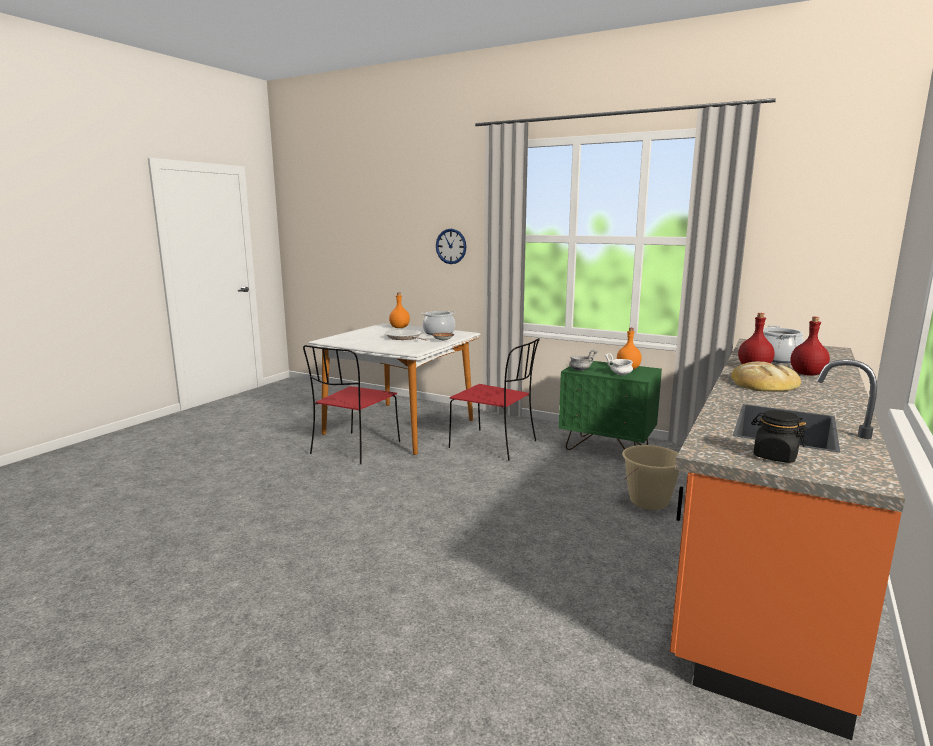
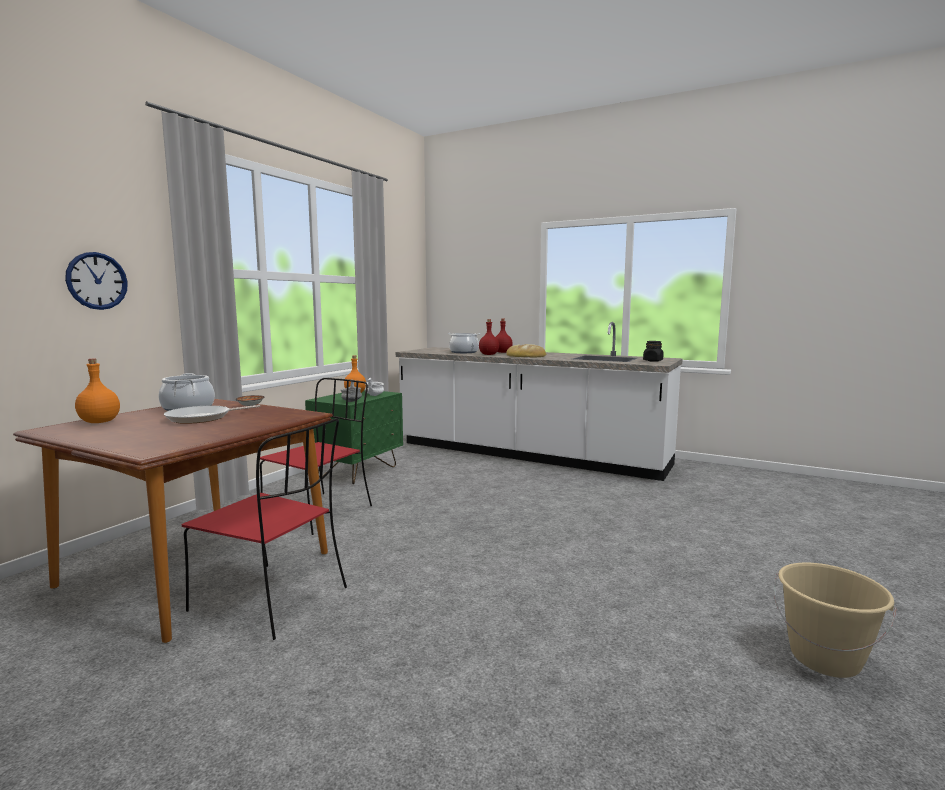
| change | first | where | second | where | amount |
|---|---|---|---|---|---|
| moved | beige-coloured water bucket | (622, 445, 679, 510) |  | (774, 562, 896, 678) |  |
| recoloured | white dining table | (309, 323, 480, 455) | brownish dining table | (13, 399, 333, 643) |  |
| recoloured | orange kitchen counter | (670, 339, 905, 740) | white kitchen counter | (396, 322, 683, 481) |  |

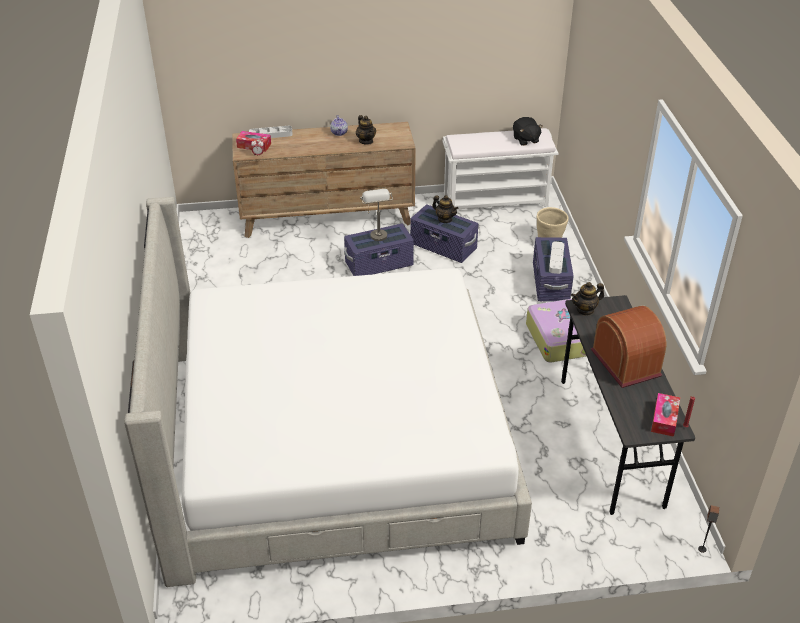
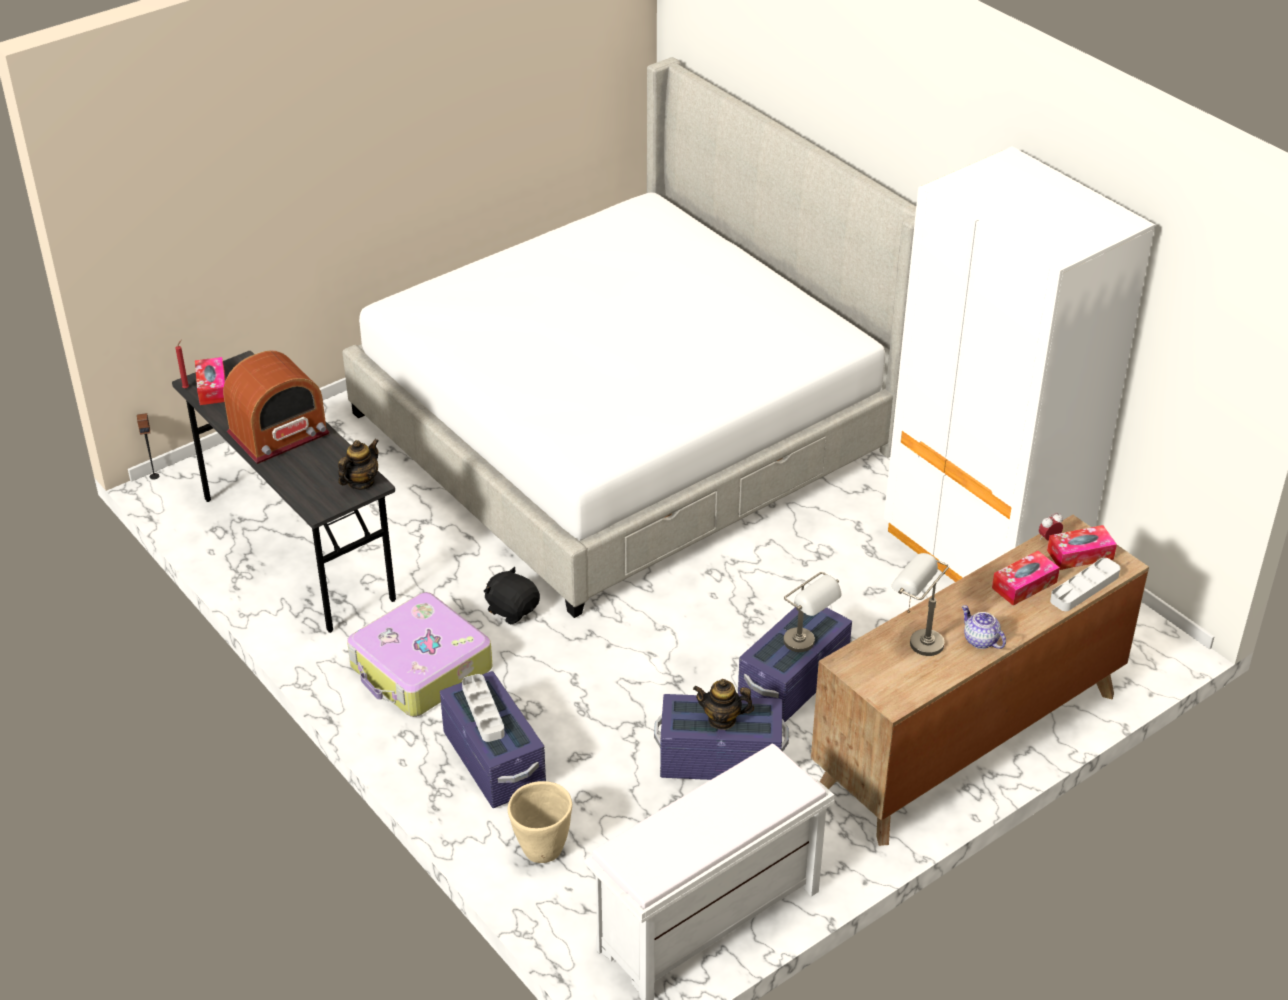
| change | first | where | second | where | amount |
|---|---|---|---|---|---|
| added |  |  | white wardrobe | (884, 146, 1155, 582) |  |
| added |  |  | tissue holder | (992, 551, 1060, 606) |  |
| moved | black-coloured plush toy | (513, 117, 543, 146) |  | (484, 567, 540, 625) |  |
| replaced | tea pot | (356, 115, 376, 145) | greyish lamp for a table | (891, 553, 949, 656) |  |
| turned | radio set | (591, 306, 666, 388) |  | (223, 350, 330, 464) | 75 degrees counterclockwise |

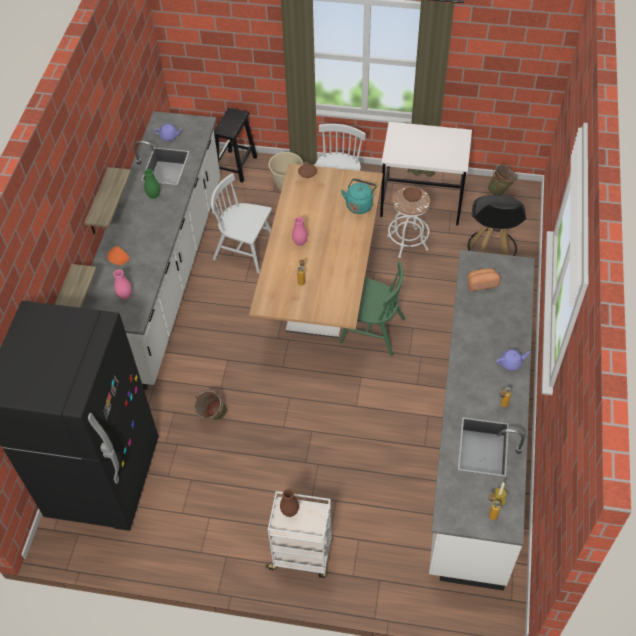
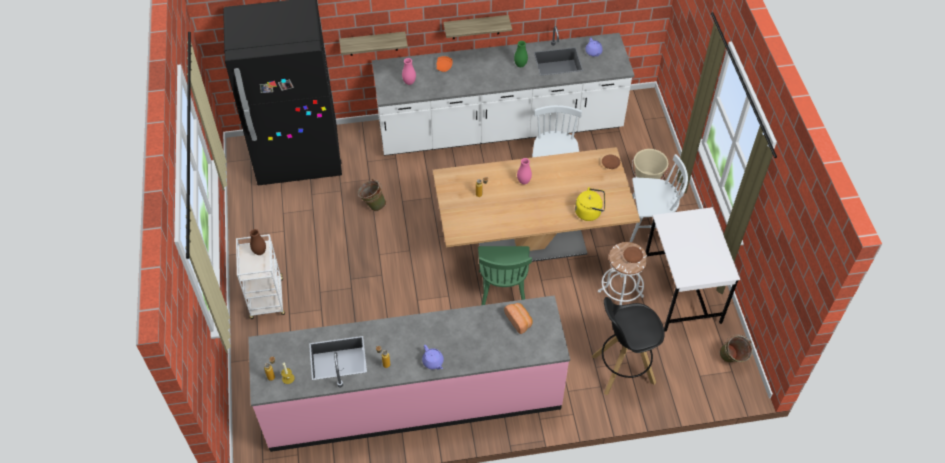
| change | first | where | second | where | amount |
|---|---|---|---|---|---|
| removed | black-coloured sitting stool | (214, 108, 257, 183) |  |  |  |
| recoloured | blue-green water kettle | (341, 179, 377, 214) | yellowish water kettle | (575, 187, 605, 221) |  |
| recoloured | white kitchen counter | (429, 250, 535, 590) | pinkish kitchen counter | (248, 295, 570, 452) |  |

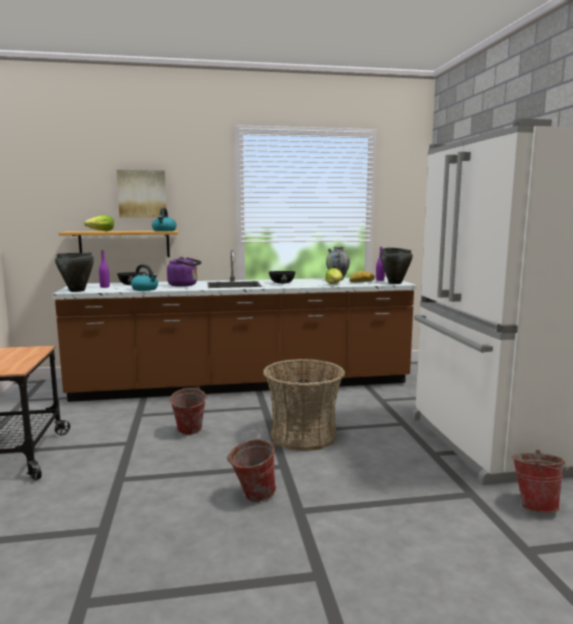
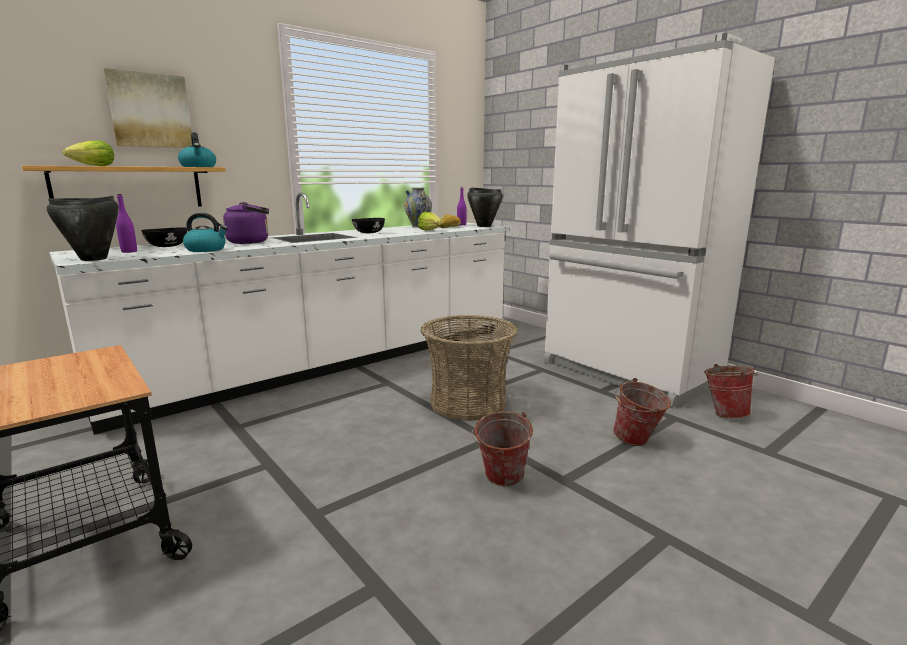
| change | first | where | second | where | amount |
|---|---|---|---|---|---|
| moved | water bucket | (168, 387, 207, 435) |  | (613, 378, 671, 446) |  |
| recoloured | brownish kitchen counter | (52, 250, 417, 402) | white kitchen counter | (49, 193, 509, 435) |  |

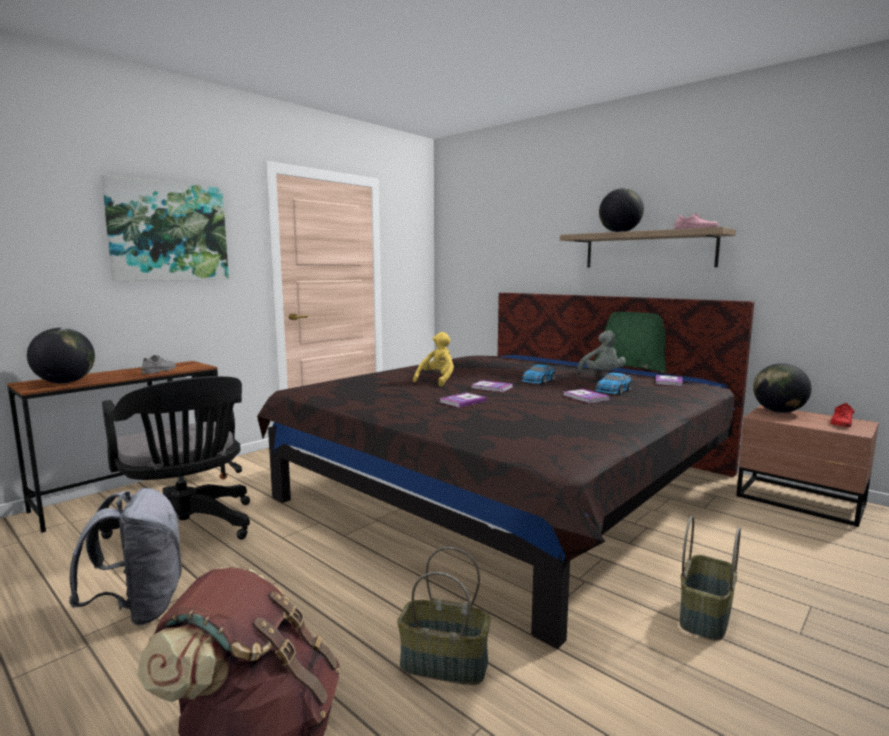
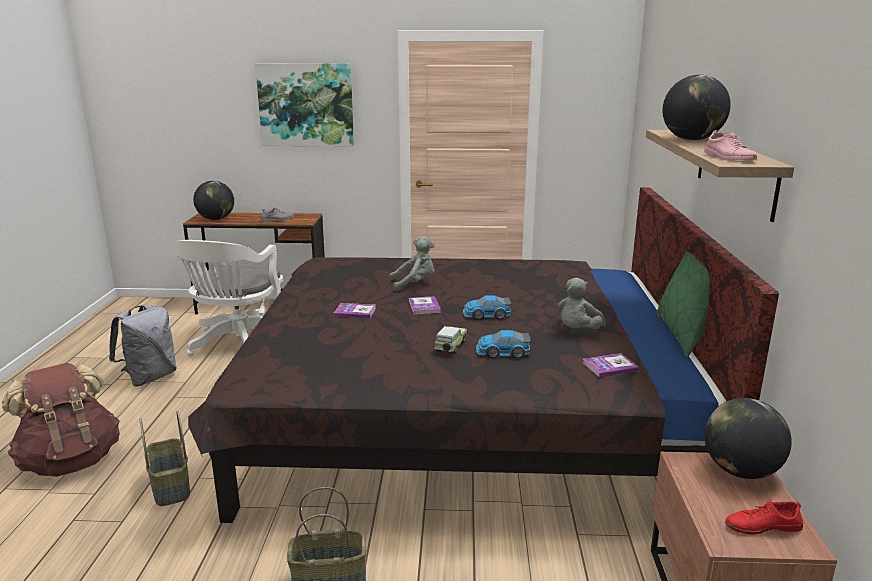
| change | first | where | second | where | amount |
|---|---|---|---|---|---|
| replaced | bound book | (563, 389, 610, 403) | model car | (434, 326, 467, 354) |  |
| recoloured | black-coloured office chair | (99, 376, 250, 540) | white office chair | (174, 240, 283, 356) |  |
| recoloured | yellowish plush toy | (413, 332, 454, 387) | greyish plush toy | (389, 236, 435, 291) |  |

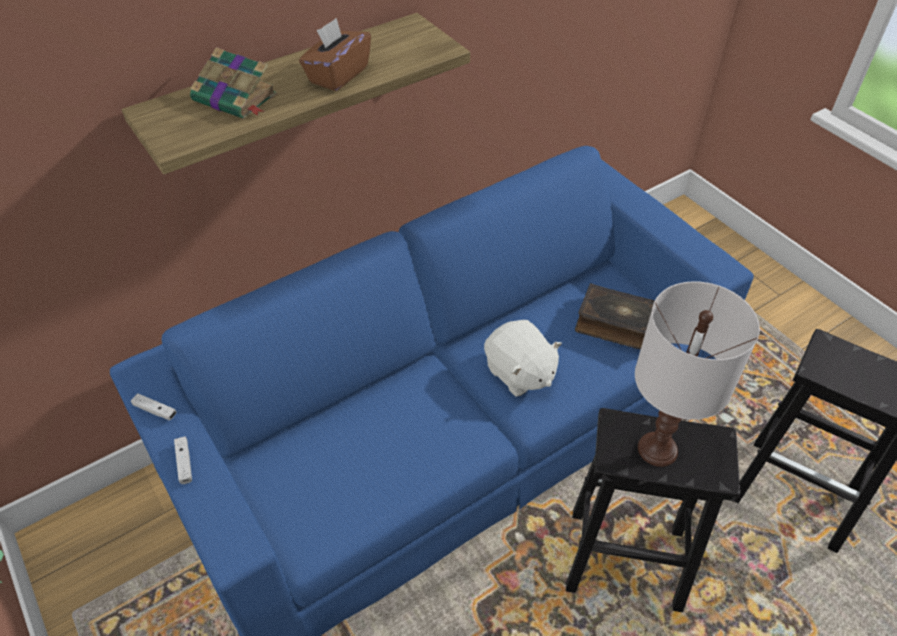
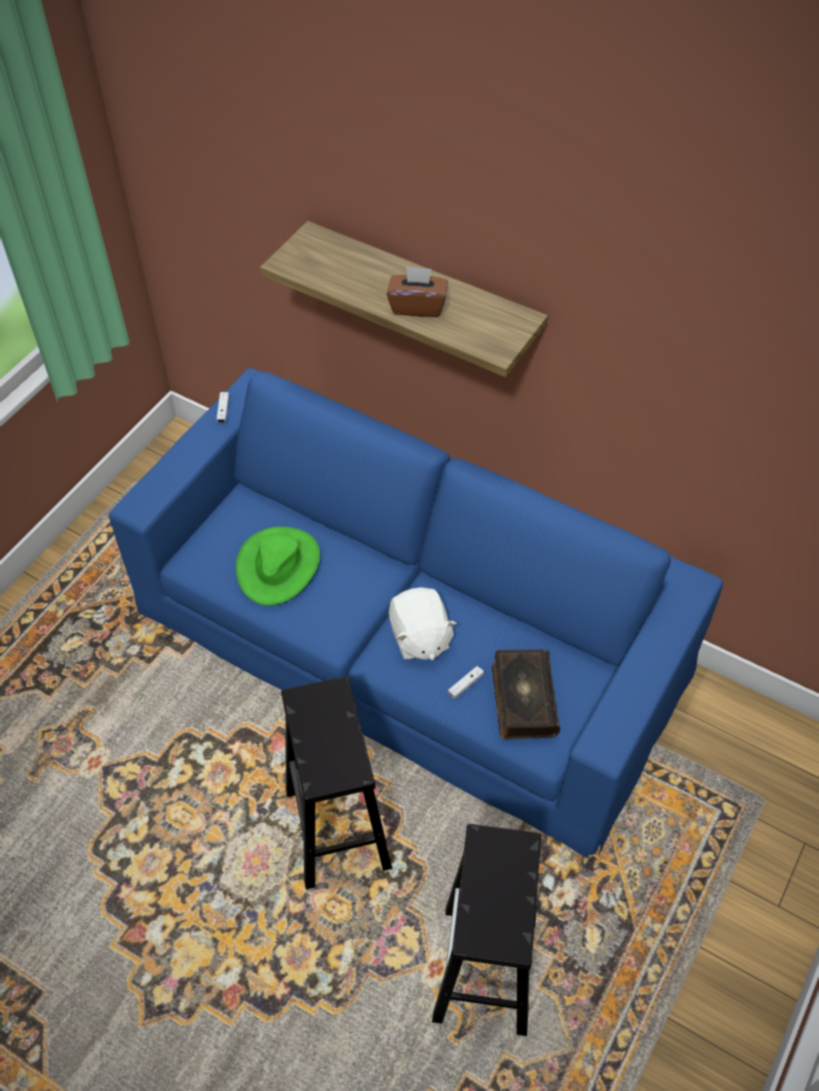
| change | first | where | second | where | amount |
|---|---|---|---|---|---|
| removed | bound book | (190, 47, 277, 119) |  |  |  |
| removed | white lamp for a table | (635, 281, 760, 467) |  |  |  |
| added |  |  | greenish wearable hat | (236, 527, 320, 606) |  |
| moved | white game controller | (174, 437, 192, 484) |  | (448, 666, 484, 699) |  |
| turned | white plush toy | (484, 320, 562, 397) |  | (389, 587, 457, 660) | 45 degrees counterclockwise |

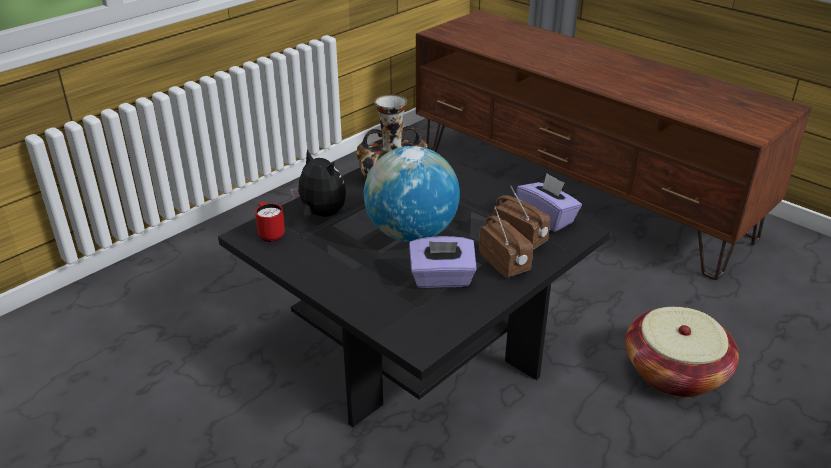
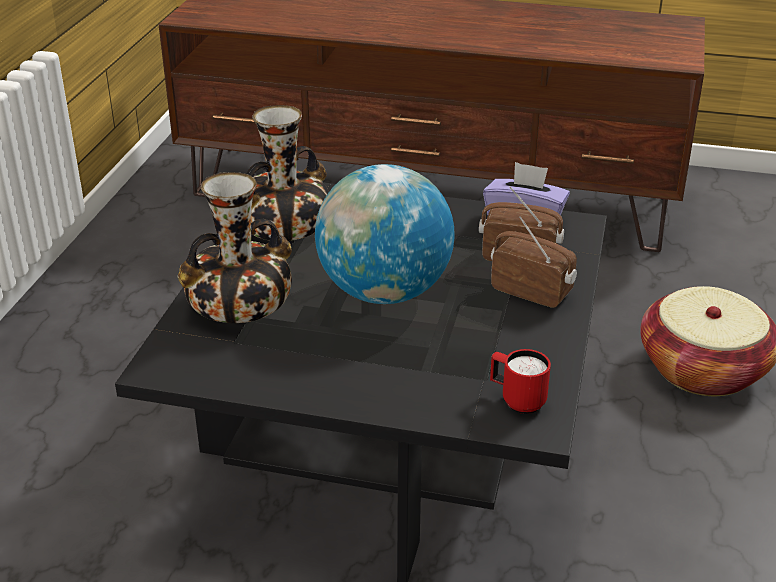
| change | first | where | second | where | amount |
|---|---|---|---|---|---|
| removed | purple-coloured tissue holder | (409, 236, 477, 288) |  |  |  |
| moved | red-coloured coffee mug | (255, 202, 285, 242) |  | (490, 349, 551, 414) |  |
| replaced | plush toy | (290, 149, 346, 219) | decorative vase | (178, 172, 292, 323) |  |

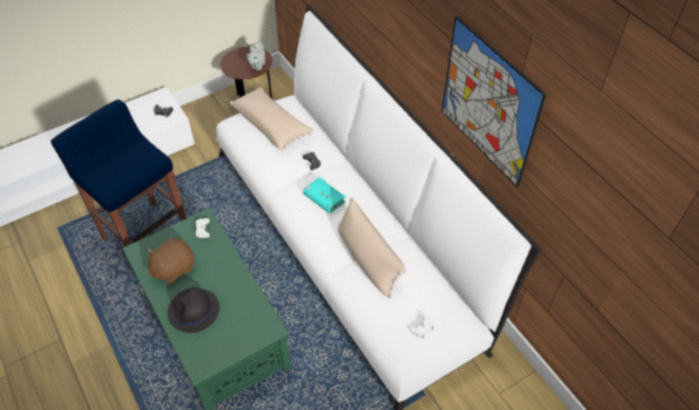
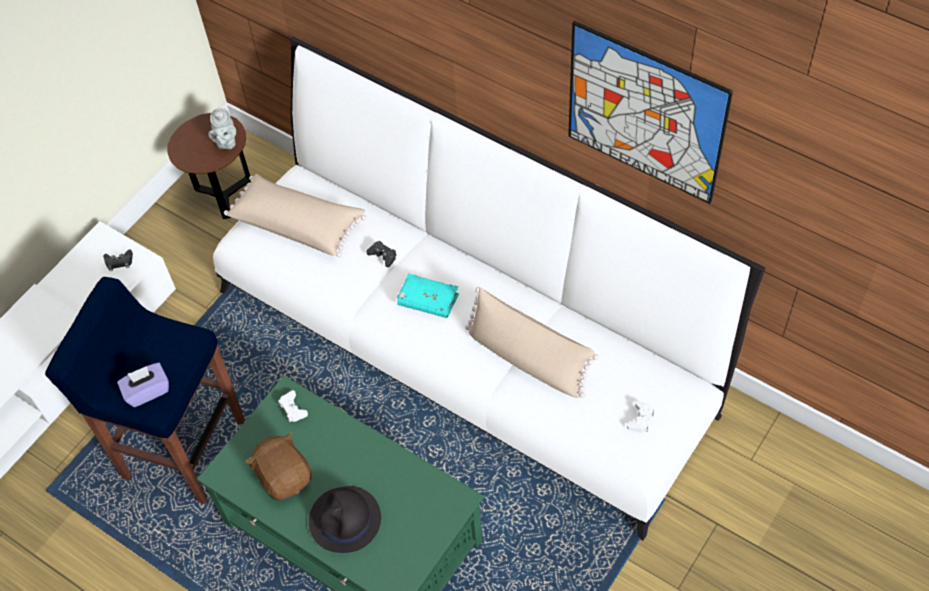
| change | first | where | second | where | amount |
|---|---|---|---|---|---|
| added |  |  | purple-coloured tissue holder | (117, 362, 169, 407) |  |
| turned | brownish plush toy | (148, 238, 195, 284) |  | (245, 432, 311, 501) | 120 degrees clockwise |

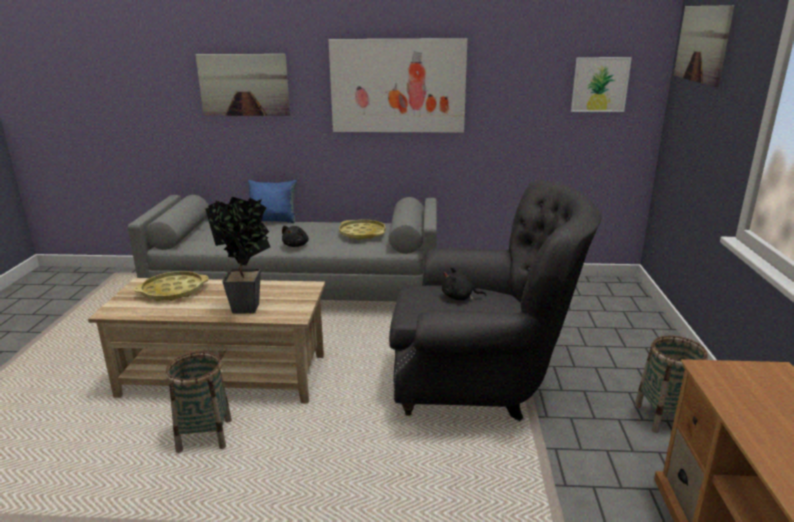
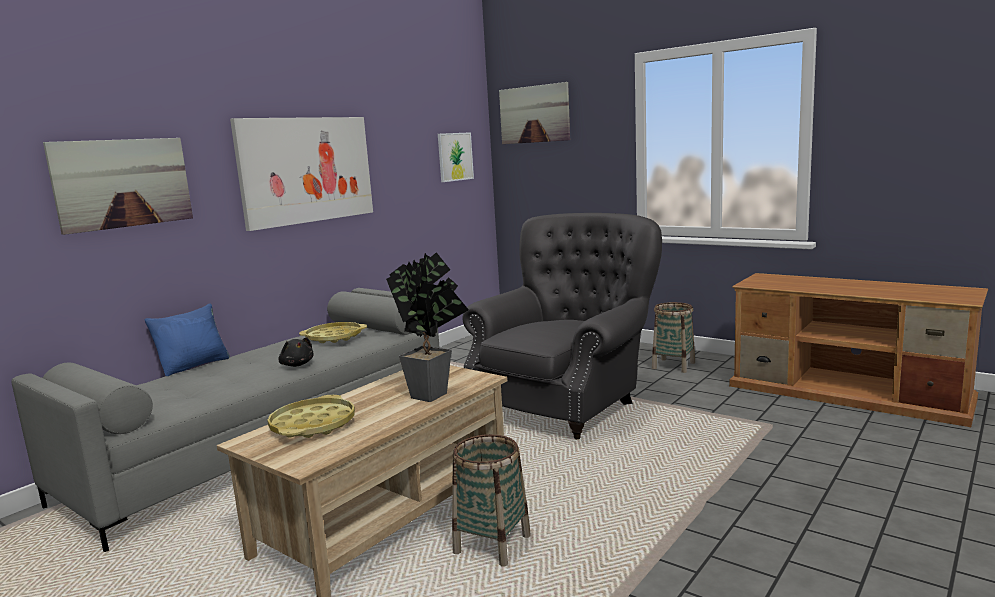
| change | first | where | second | where | amount |
|---|---|---|---|---|---|
| removed | black-coloured plush toy | (442, 267, 487, 300) |  |  |  |

